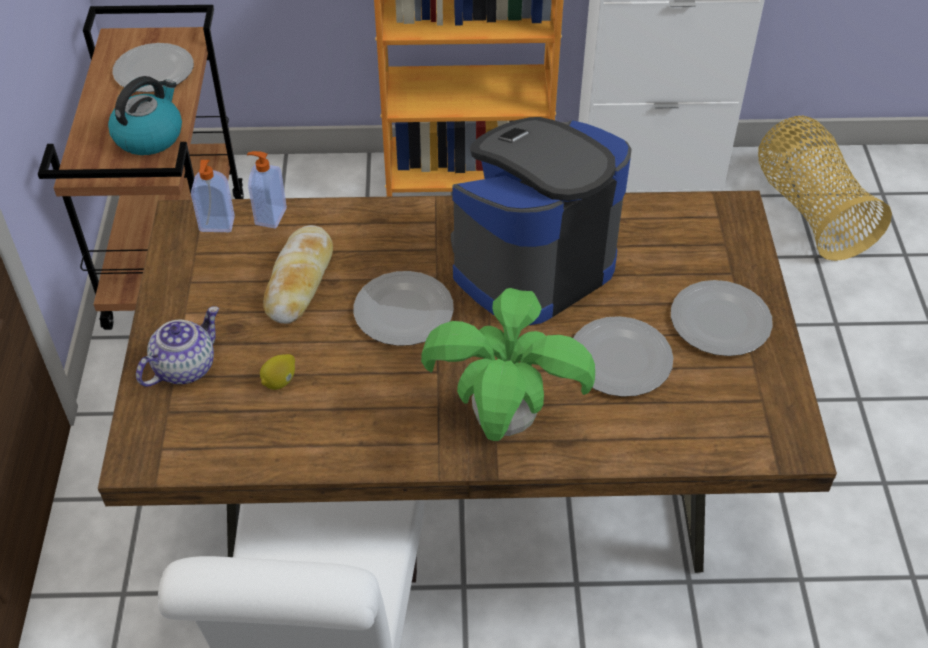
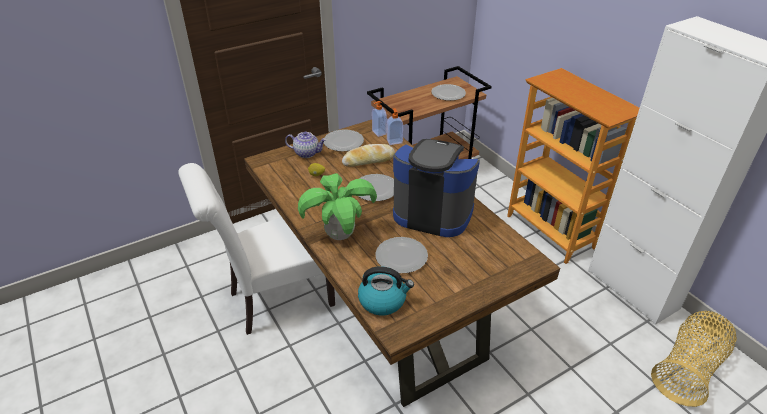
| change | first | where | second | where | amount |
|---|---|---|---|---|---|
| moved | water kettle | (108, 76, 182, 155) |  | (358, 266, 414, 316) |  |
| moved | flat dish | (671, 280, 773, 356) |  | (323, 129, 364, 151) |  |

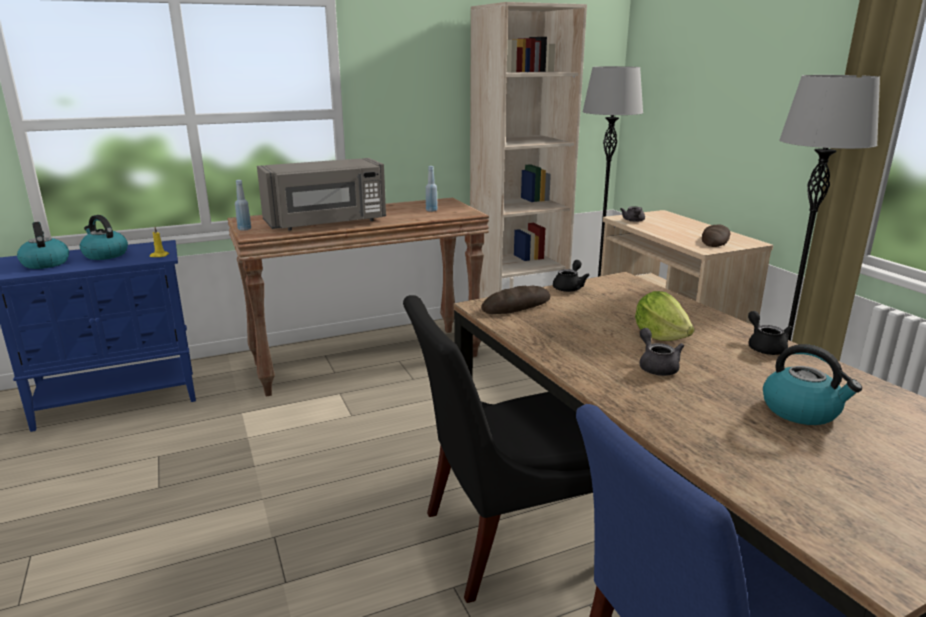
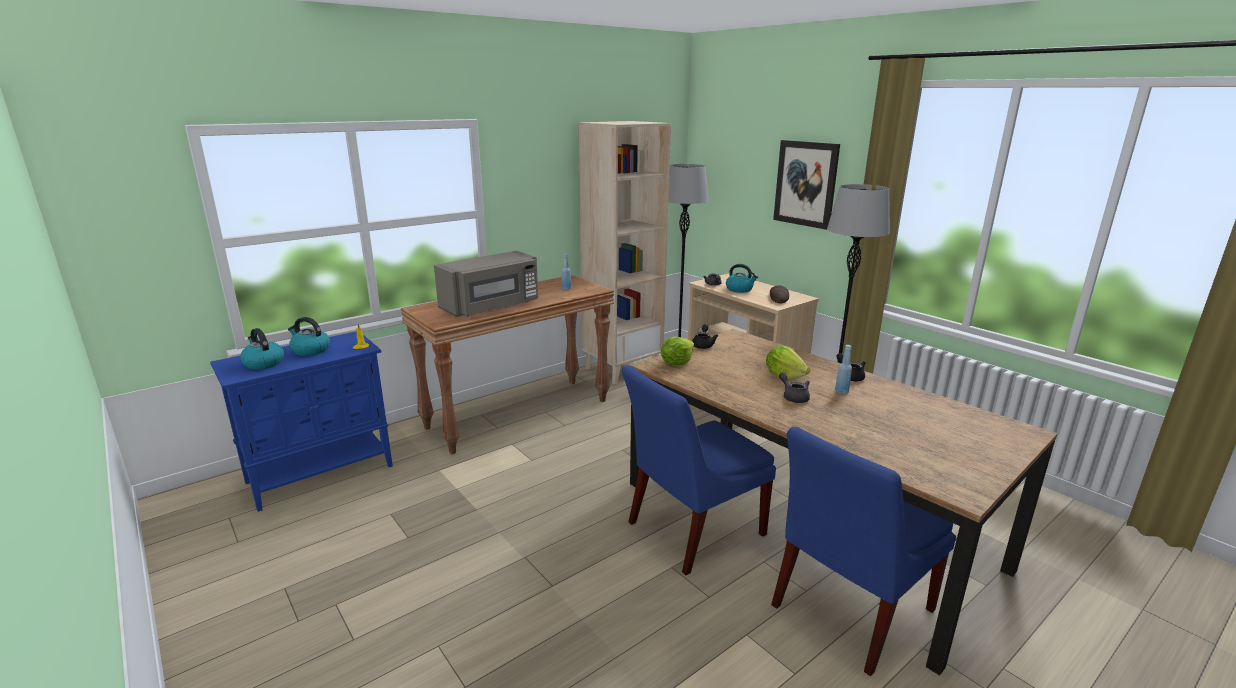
| change | first | where | second | where | amount |
|---|---|---|---|---|---|
| added |  |  | picture | (773, 140, 840, 230) |  |
| moved | bluish drink bottle | (235, 180, 251, 231) |  | (835, 345, 852, 394) |  |
| moved | water kettle | (763, 344, 862, 425) |  | (726, 264, 758, 293) |  |
| replaced | baked bread | (481, 286, 550, 314) | head of lettuce | (661, 337, 694, 365) |  |
| recoloured | black-coloured chair | (403, 295, 593, 603) | bluish chair | (622, 365, 776, 575) |  |

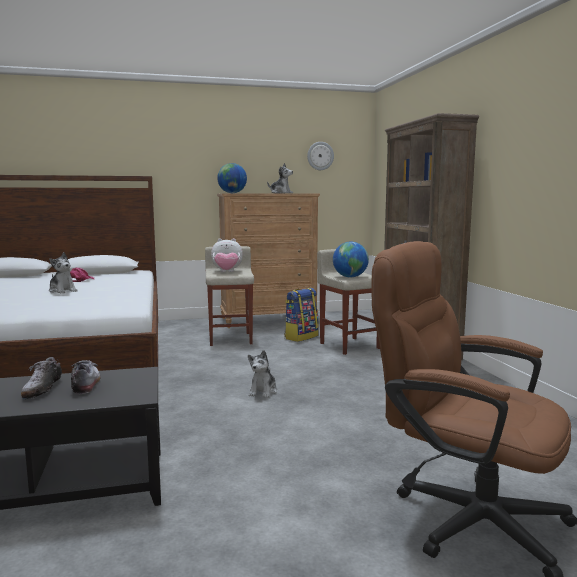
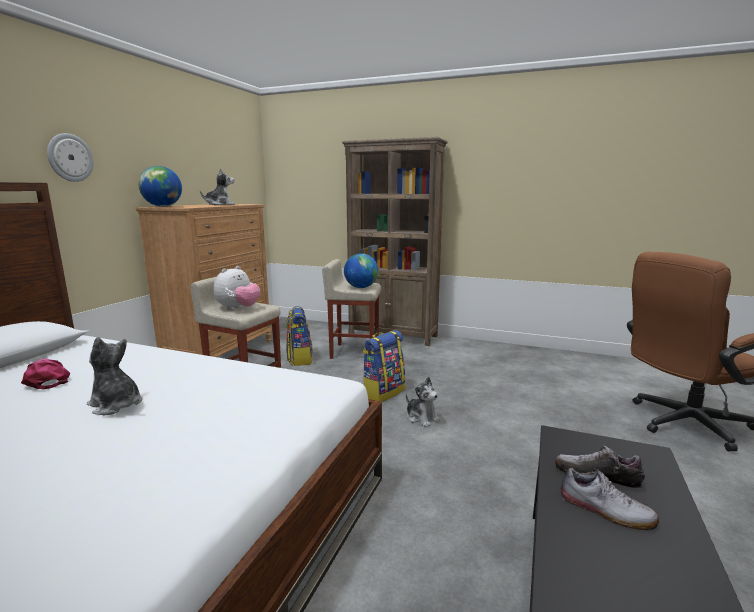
| change | first | where | second | where | amount |
|---|---|---|---|---|---|
| added |  |  | rucksack | (363, 330, 405, 402) |  |
| moved | wall clock | (307, 142, 334, 170) |  | (47, 133, 94, 182) |  |
| turned | plush toy | (49, 252, 77, 293) |  | (87, 337, 142, 415) | 135 degrees counterclockwise |

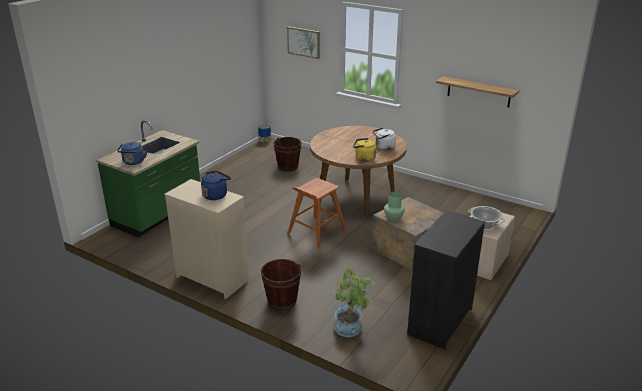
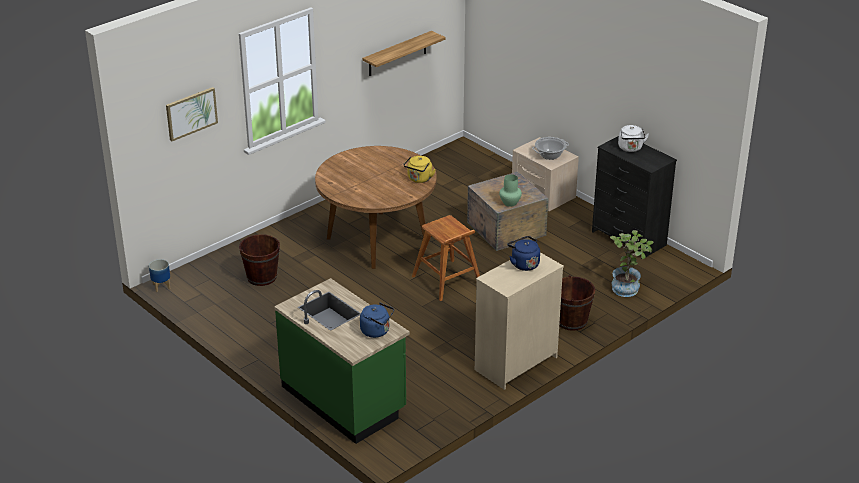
| change | first | where | second | where | amount |
|---|---|---|---|---|---|
| moved | white water kettle | (373, 127, 396, 150) |  | (618, 125, 649, 152) |  |

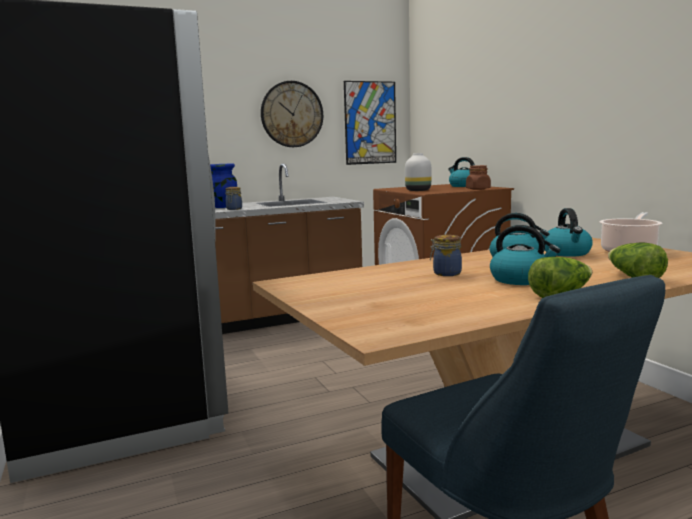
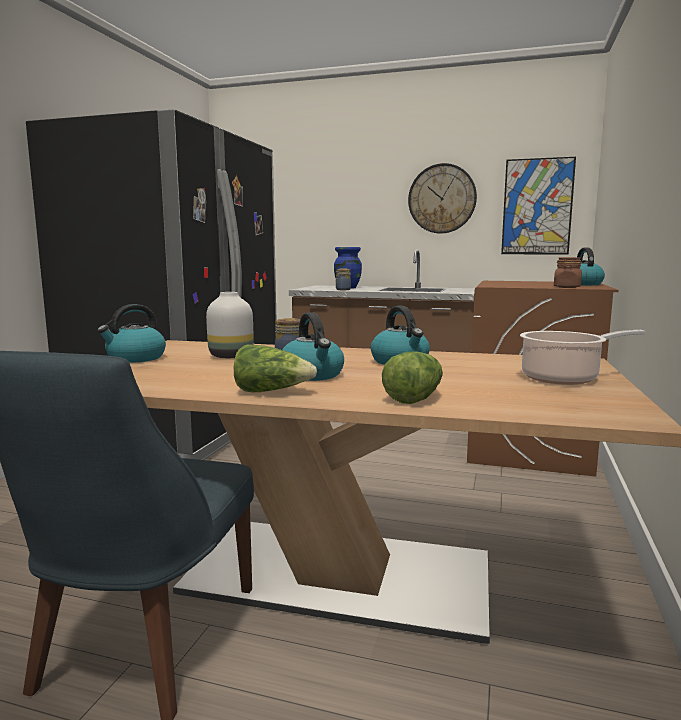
| change | first | where | second | where | amount |
|---|---|---|---|---|---|
| moved | white decorative vase | (405, 153, 431, 191) |  | (206, 292, 254, 358) |  |
| moved | water kettle | (545, 208, 593, 257) |  | (97, 304, 166, 363) |  |

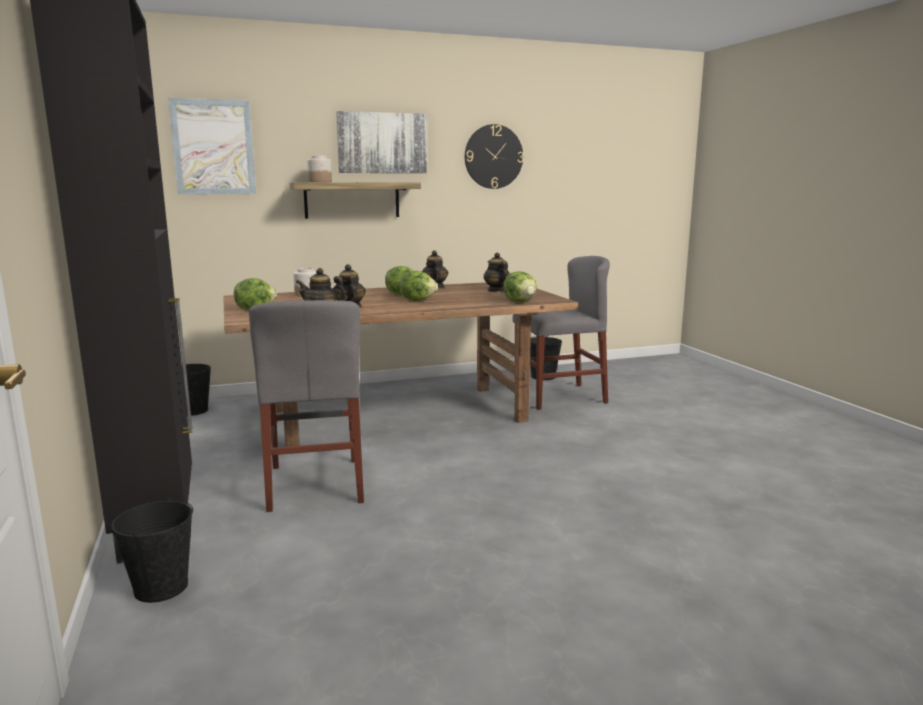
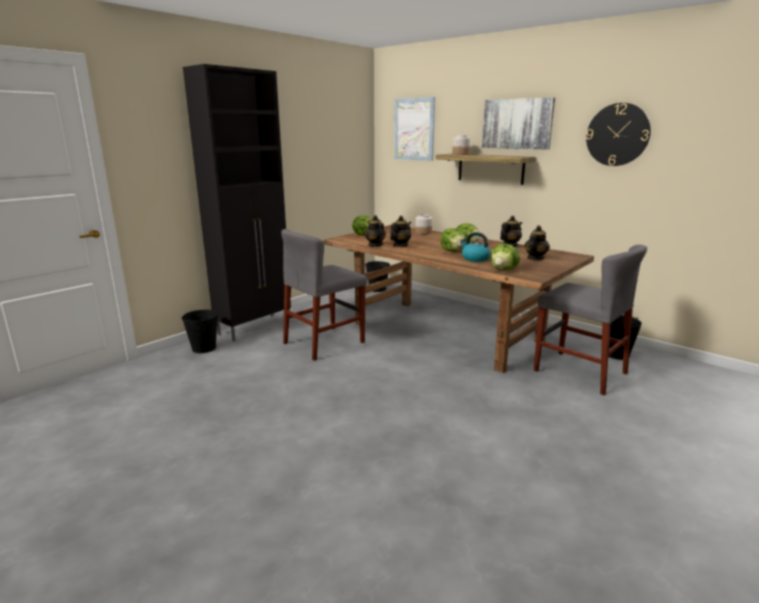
| change | first | where | second | where | amount |
|---|---|---|---|---|---|
| added |  |  | water kettle | (460, 232, 491, 262) |  |

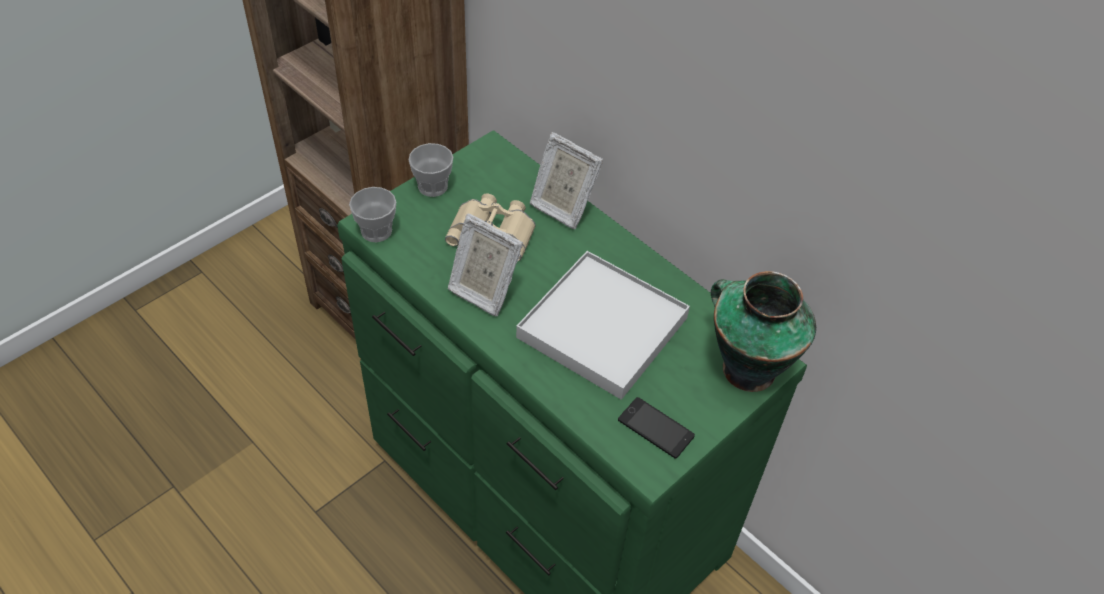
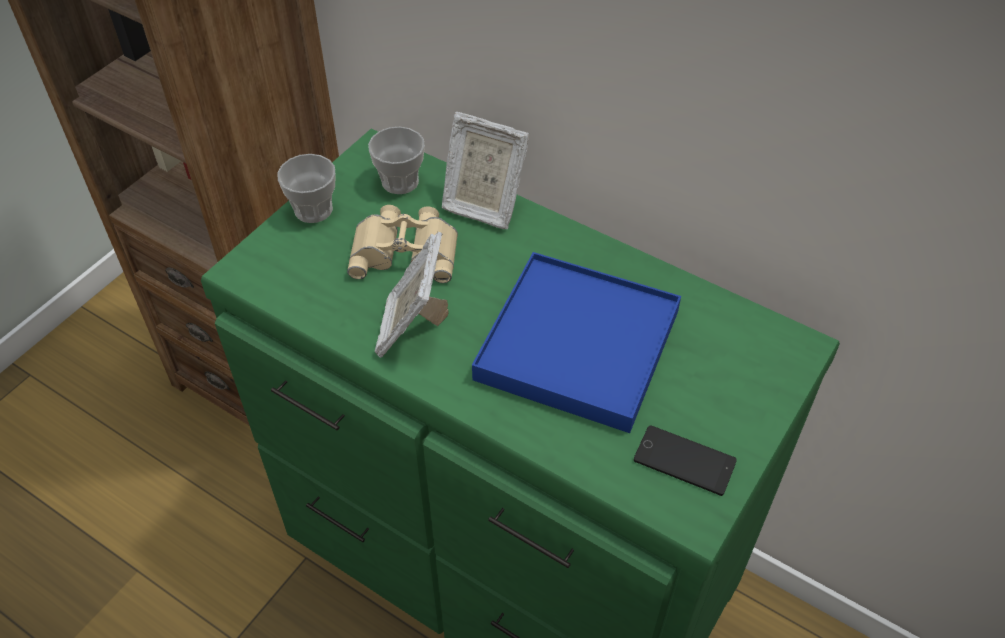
| change | first | where | second | where | amount |
|---|---|---|---|---|---|
| removed | decorative vase | (711, 271, 816, 392) |  |  |  |
| moved | small cup | (349, 187, 396, 242) |  | (368, 127, 425, 194) |  |
| recoloured | white tray | (516, 251, 690, 400) | bluish tray | (472, 252, 681, 433) |  |
| turned | picture frame | (448, 213, 523, 316) |  | (375, 232, 449, 358) | 75 degrees clockwise |

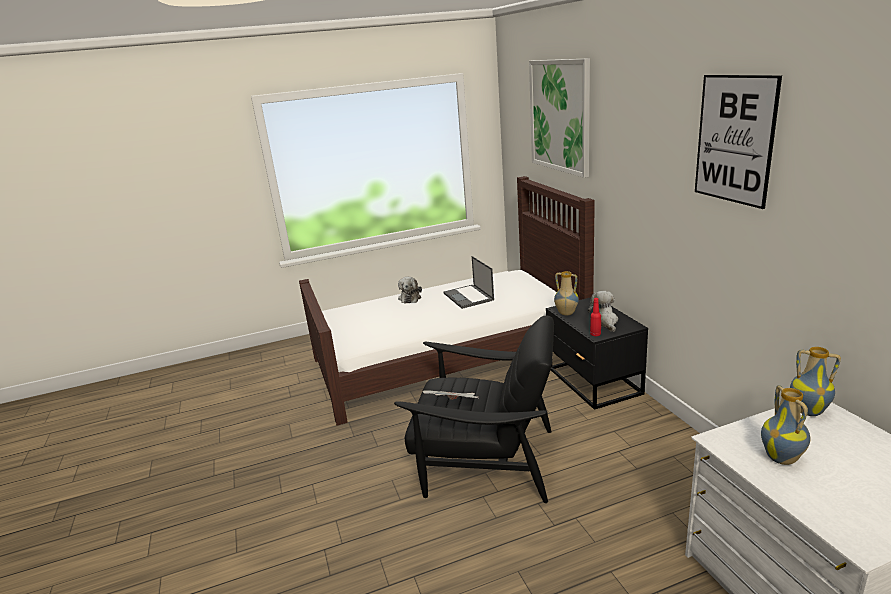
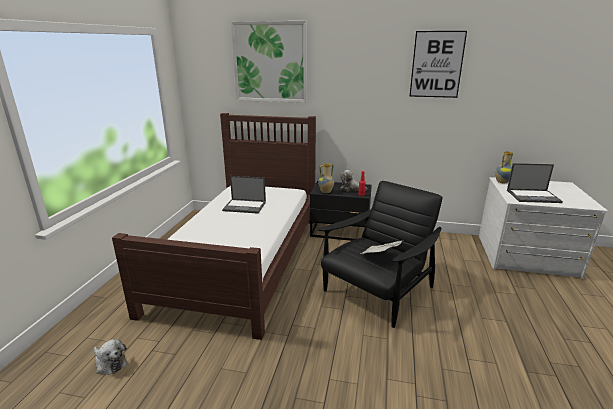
| change | first | where | second | where | amount |
|---|---|---|---|---|---|
| moved | plush toy | (398, 277, 422, 304) |  | (94, 339, 127, 375) |  |
| replaced | decorative vase | (761, 385, 810, 465) | laptop | (507, 163, 563, 203) |  |

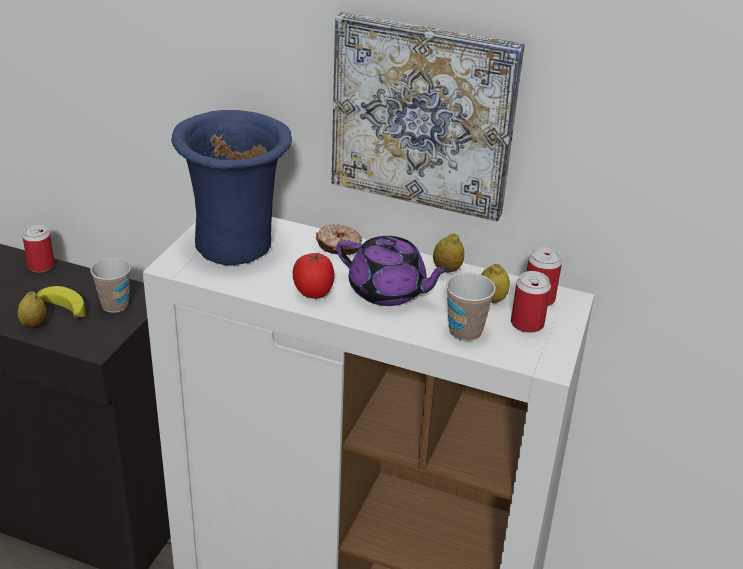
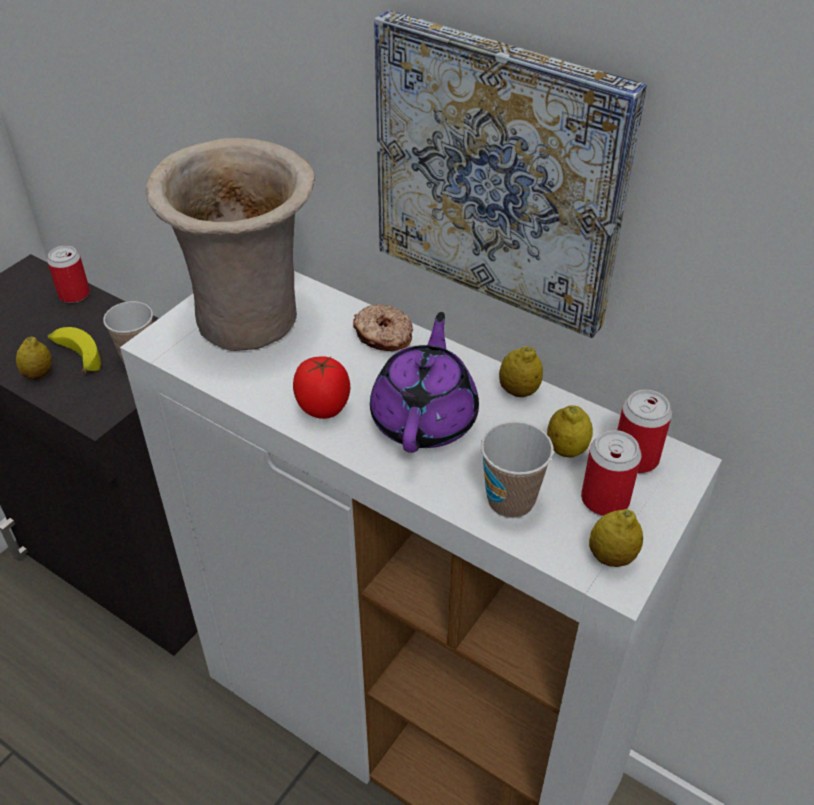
| change | first | where | second | where | amount |
|---|---|---|---|---|---|
| added |  |  | citrus fruit | (589, 509, 643, 567) |  |
| recoloured | bluish decorative vase | (171, 110, 292, 266) | beige-coloured decorative vase | (146, 138, 315, 351) |  |
| turned | purple-coloured tea pot | (337, 236, 451, 306) |  | (370, 312, 479, 453) | 120 degrees counterclockwise |

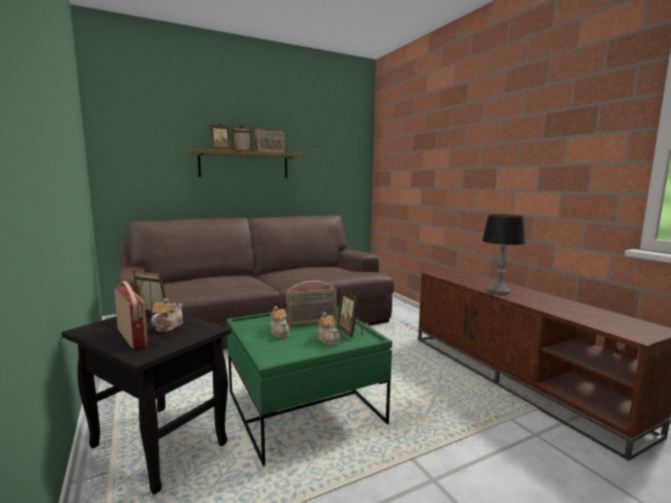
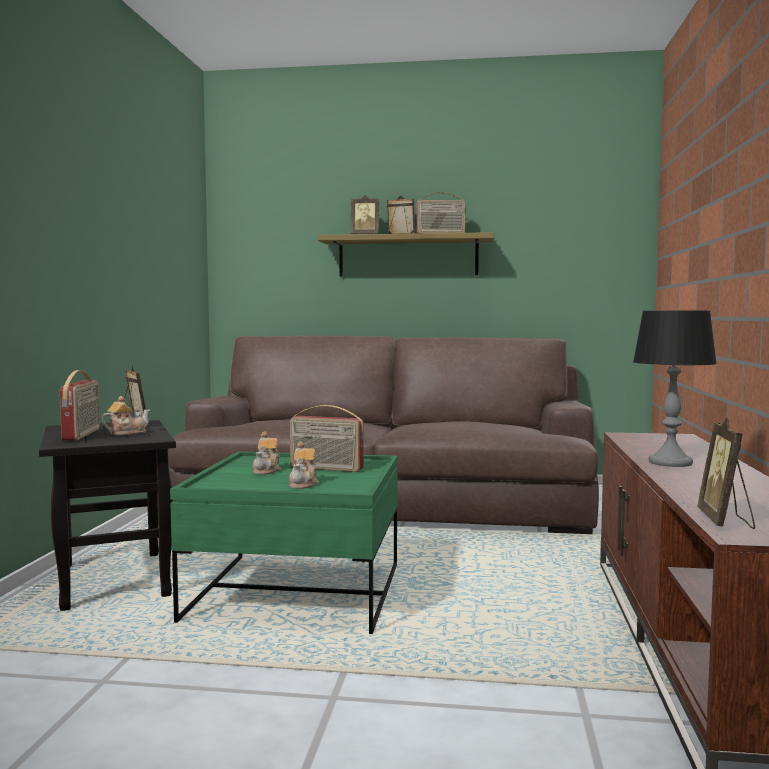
| change | first | where | second | where | amount |
|---|---|---|---|---|---|
| moved | picture frame | (336, 289, 363, 338) |  | (697, 416, 755, 529) |  |

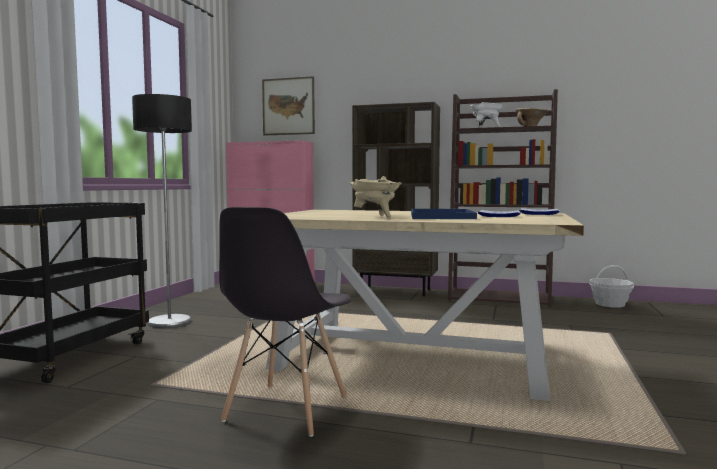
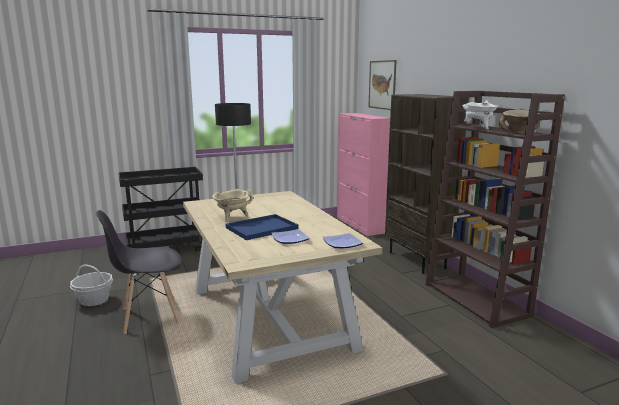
| change | first | where | second | where | amount |
|---|---|---|---|---|---|
| moved | household basket | (589, 265, 634, 308) |  | (70, 265, 113, 306) |  |

